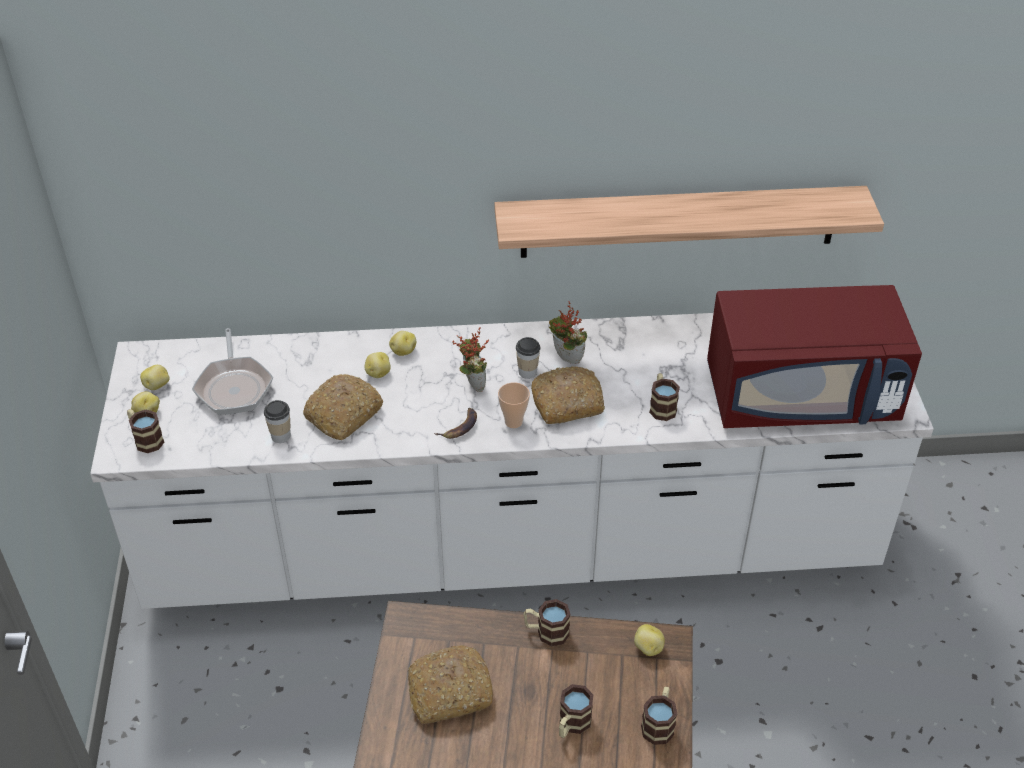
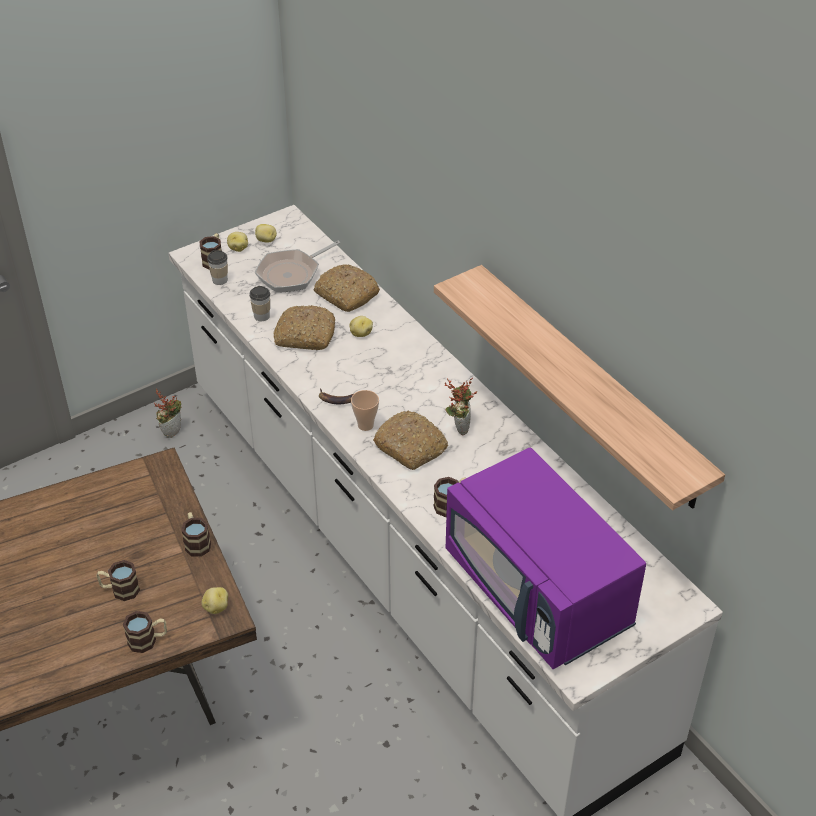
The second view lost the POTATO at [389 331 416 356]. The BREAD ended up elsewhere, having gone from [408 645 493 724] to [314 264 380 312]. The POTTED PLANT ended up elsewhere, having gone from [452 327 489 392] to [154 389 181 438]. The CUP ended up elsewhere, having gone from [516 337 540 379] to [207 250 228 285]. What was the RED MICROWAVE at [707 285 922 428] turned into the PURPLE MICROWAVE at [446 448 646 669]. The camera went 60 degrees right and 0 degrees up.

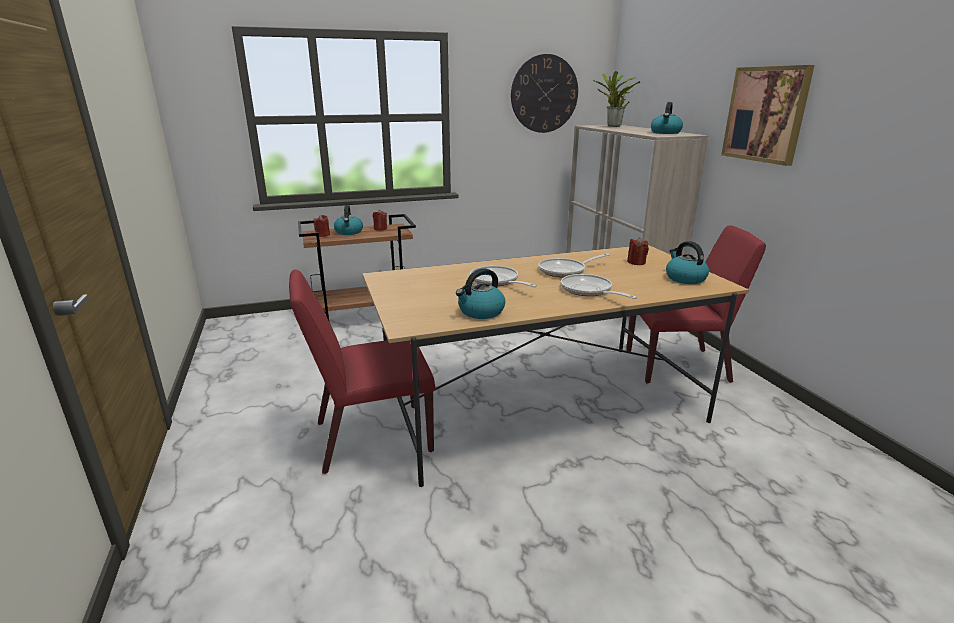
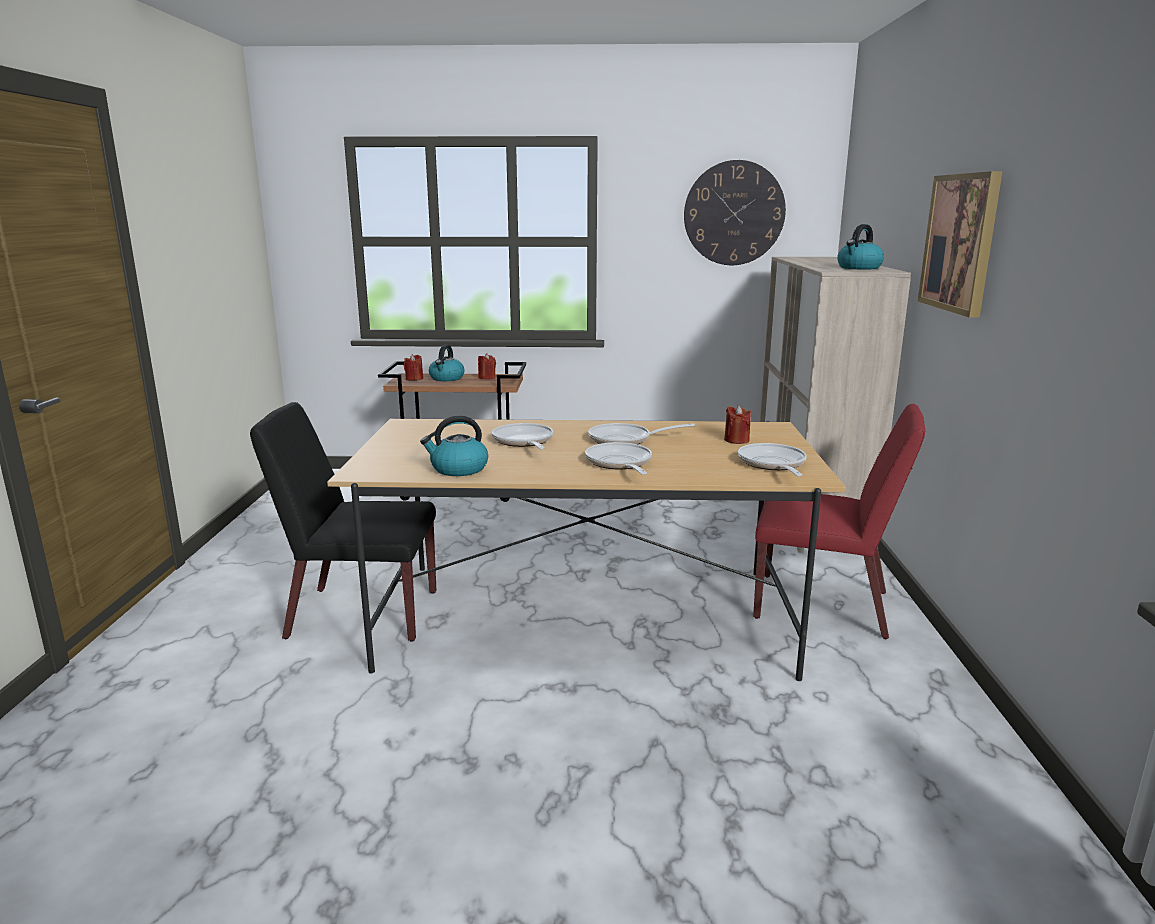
The second view lost the POTTED PLANT at [593 71 640 127]. Where the KETTLE stood at [666 241 709 284], the FRYING PAN came to stand at [738 443 807 476]. What was the RED CHAIR at [289 269 435 474] turned into the BLACK CHAIR at [250 402 436 642]. The camera went 20 degrees right and 5 degrees down.

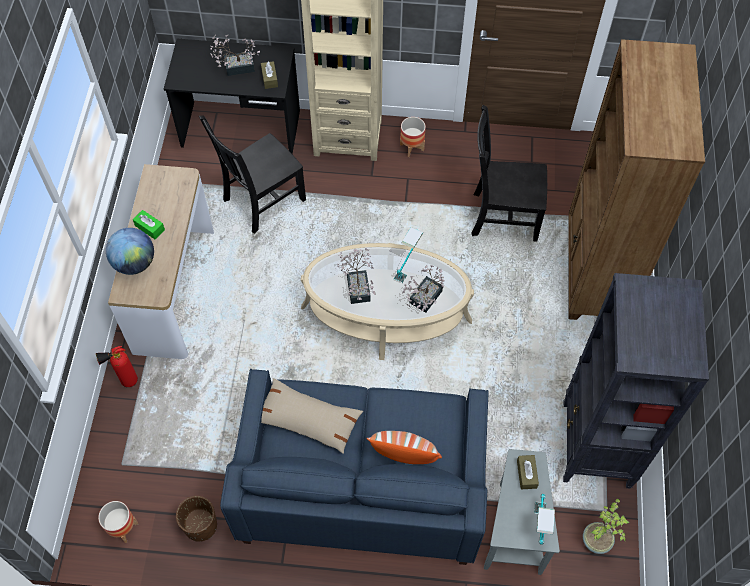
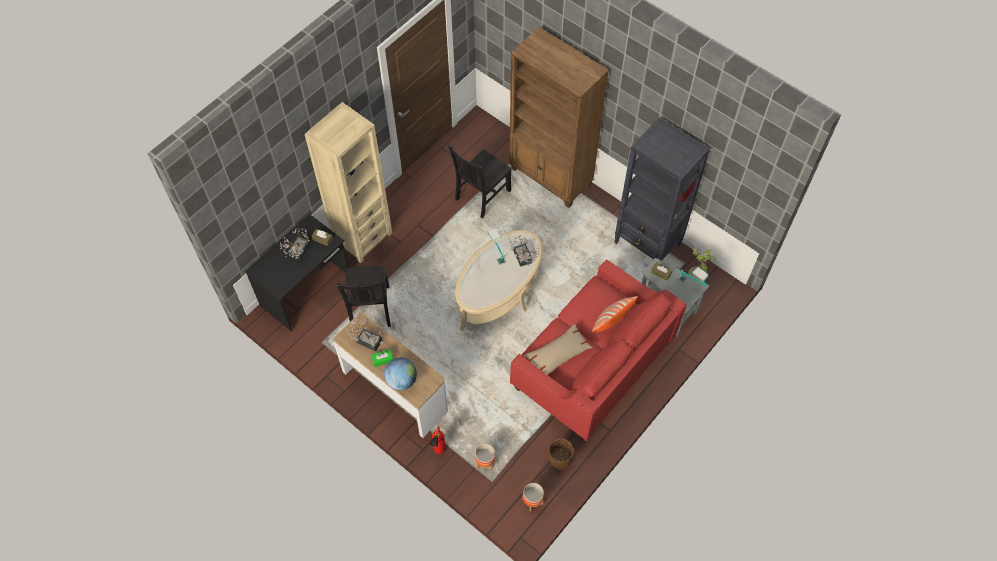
The POTTED PLANT ended up elsewhere, having gone from [337 248 375 304] to [347 315 385 352]. The PLANTER ended up elsewhere, having gone from [400 117 426 157] to [475 444 495 470]. What was the BLUE SOFA at [220 369 489 565] turned into the RED SOFA at [510 260 687 443]. The camera went 55 degrees left and 0 degrees up.

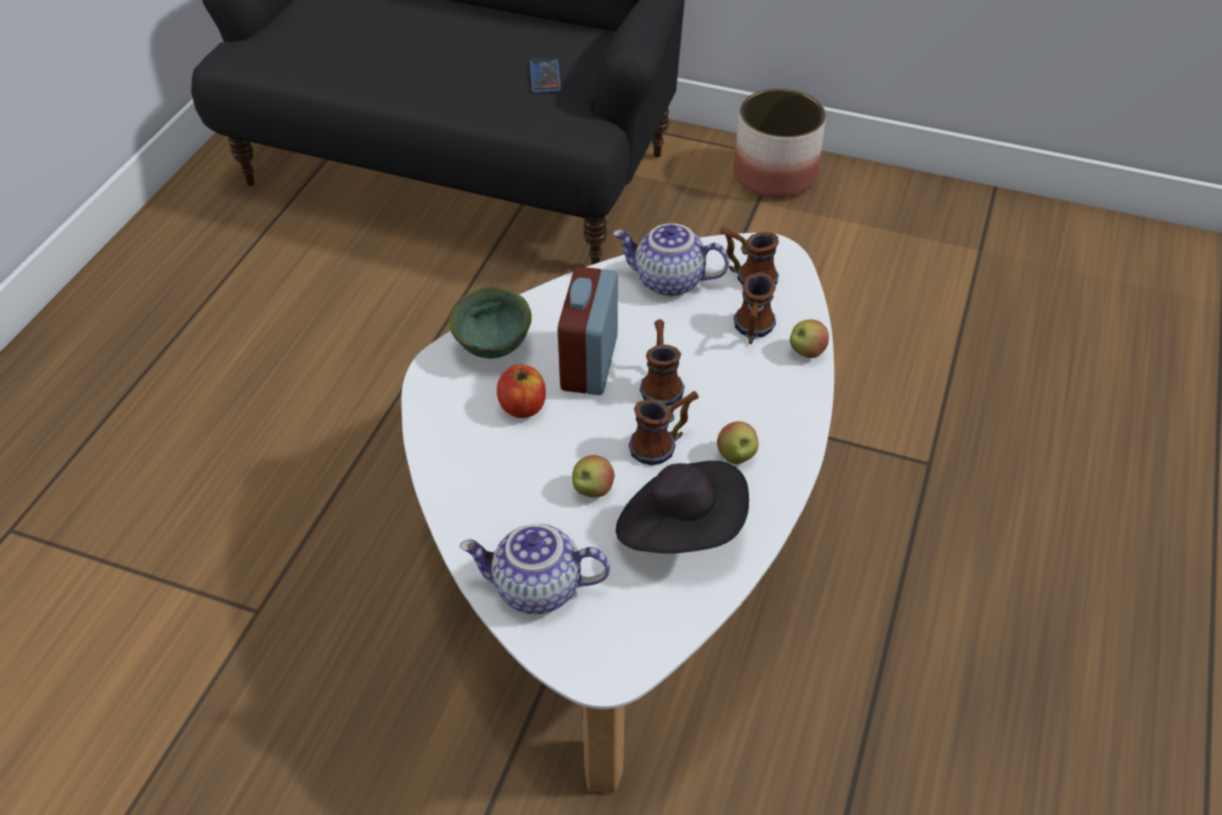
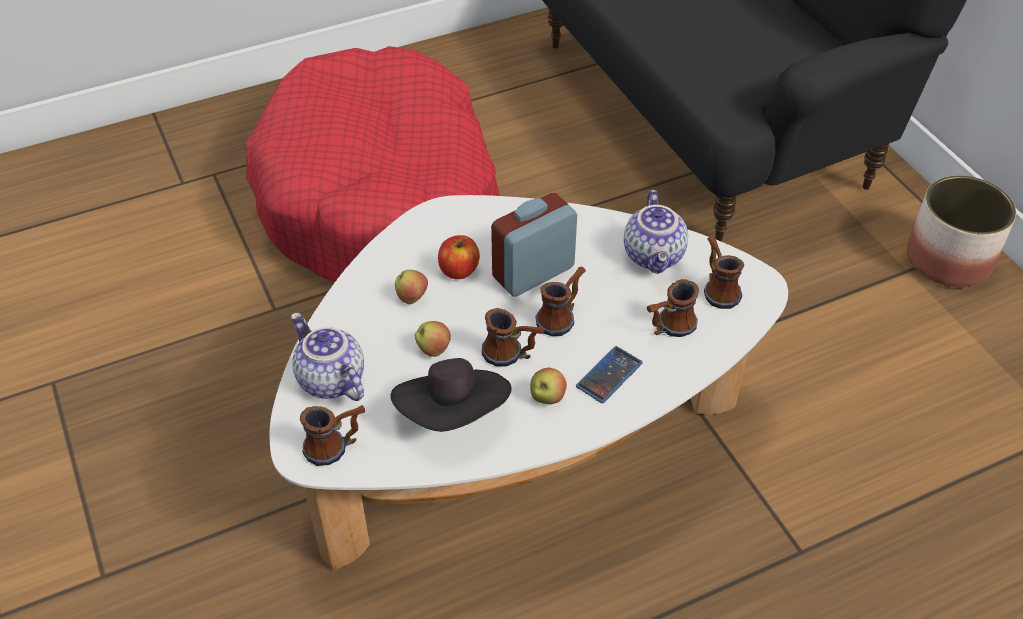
The second view lost the GREEN BOWL at [449 287 532 359]. The second view gained the RED DOG BED at [246 46 500 282]. The second view gained the MUG at [300 405 365 466]. The PHONE ended up elsewhere, having gone from [530 59 561 93] to [576 346 642 403]. The APPLE ended up elsewhere, having gone from [790 320 829 358] to [395 270 428 304]. The TEAPOT at [613 223 729 297] ended up facing another way, 150 degrees counterclockwise from before. The camera went 45 degrees right and 0 degrees up.

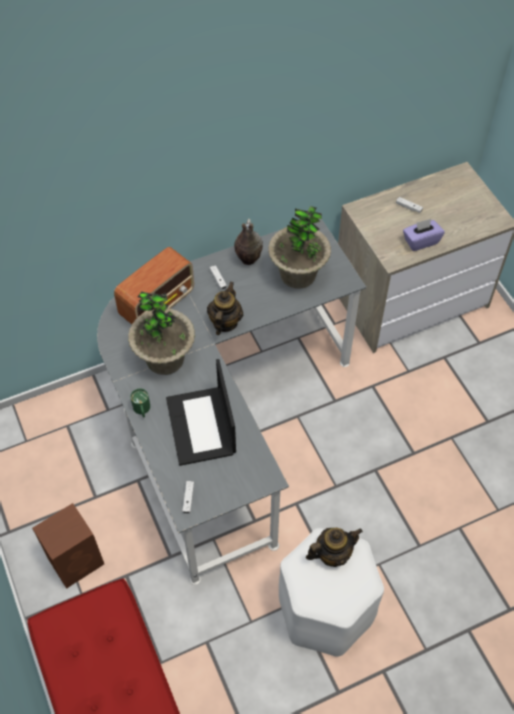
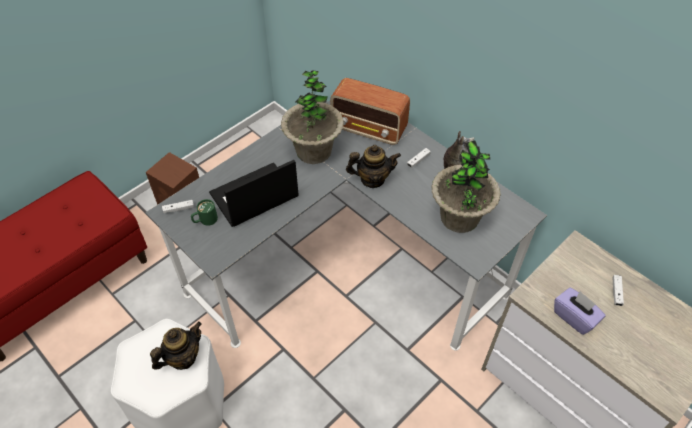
The GREEN MUG ended up elsewhere, having gone from [130 389 150 418] to [191 199 218 226]. The TEAPOT at [306 528 363 567] ended up facing another way, 90 degrees counterclockwise from before. The camera went 70 degrees right and 5 degrees down.

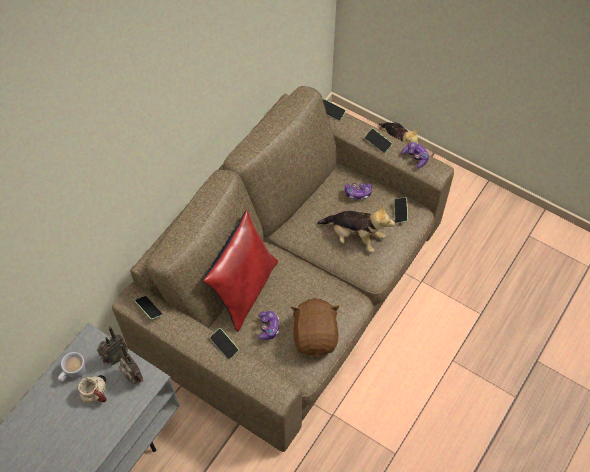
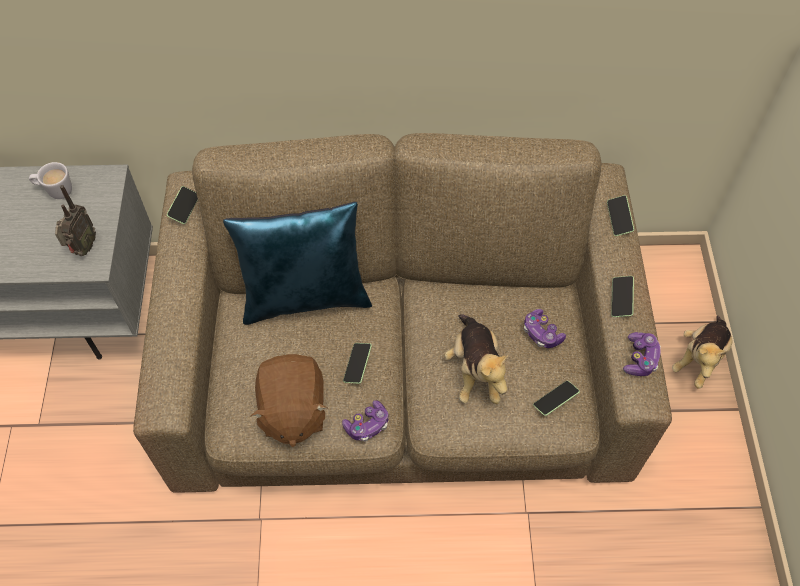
The second view lost the MUG at [78 375 107 404]. The second view lost the RADIO at [97 326 128 366]. The PHONE ended up elsewhere, having gone from [210 328 239 360] to [343 343 372 384]. The GAME CONTROLLER ended up elsewhere, having gone from [258 311 279 340] to [342 400 388 442]. What was the RED PILLOW at [203 210 278 332] turned into the BLUE PILLOW at [223 202 372 325]. The BROWN PLUSH TOY at [291 298 340 357] ended up facing another way, 120 degrees clockwise from before. The camera went 55 degrees right and 0 degrees up.

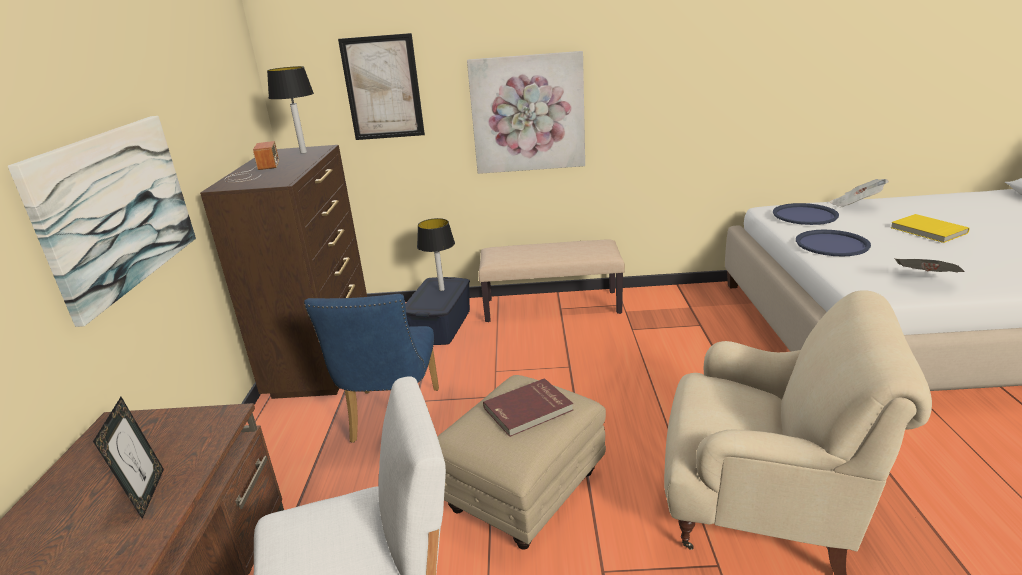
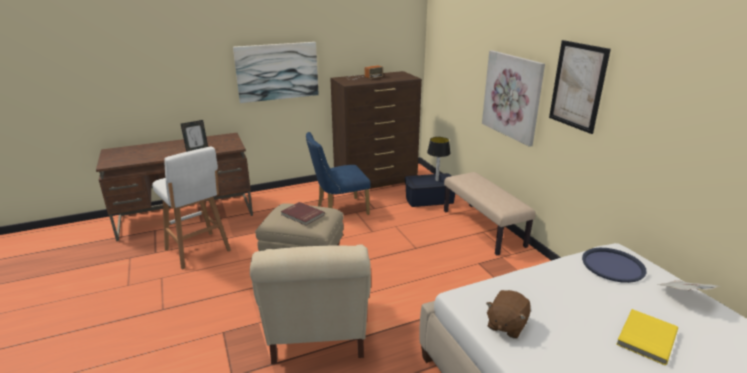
The second view lost the TABLE LAMP at [267 66 314 154]. The second view lost the BLUE TRAY at [796 230 871 256]. The PICTURE ended up elsewhere, having gone from [338 33 425 140] to [549 40 611 134]. Where the NEWSPAPER stood at [895 259 965 273], the BROWN PLUSH TOY came to stand at [486 290 531 339]. The camera went 65 degrees right and 0 degrees up.

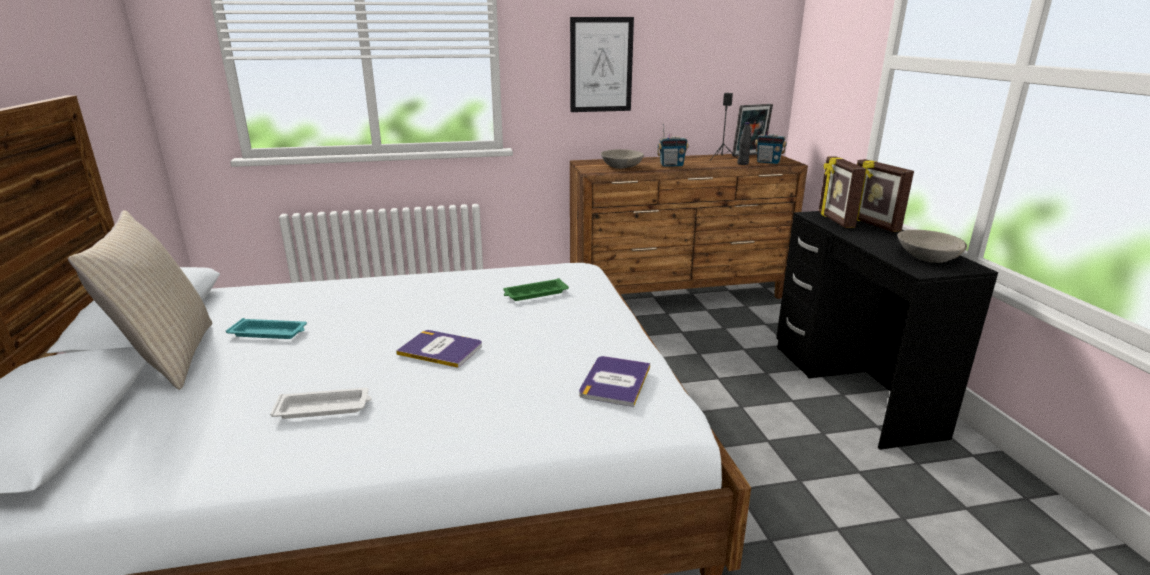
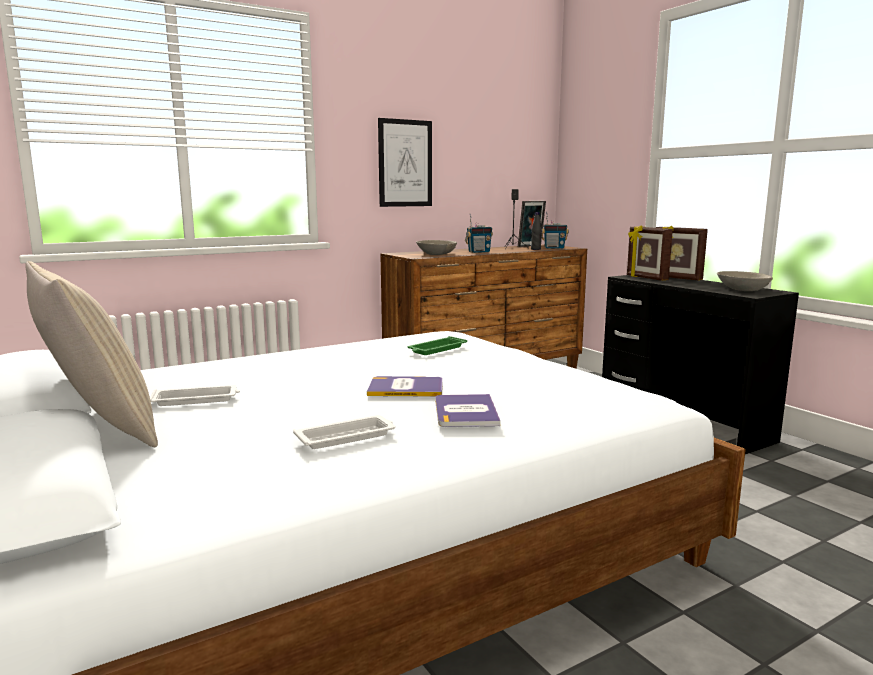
The BOOK ended up elsewhere, having gone from [579 356 650 407] to [435 394 500 427]. What was the TURQUOISE TRAY at [226 318 307 339] turned into the WHITE TRAY at [150 385 240 406]. The camera went 20 degrees left and 10 degrees down.

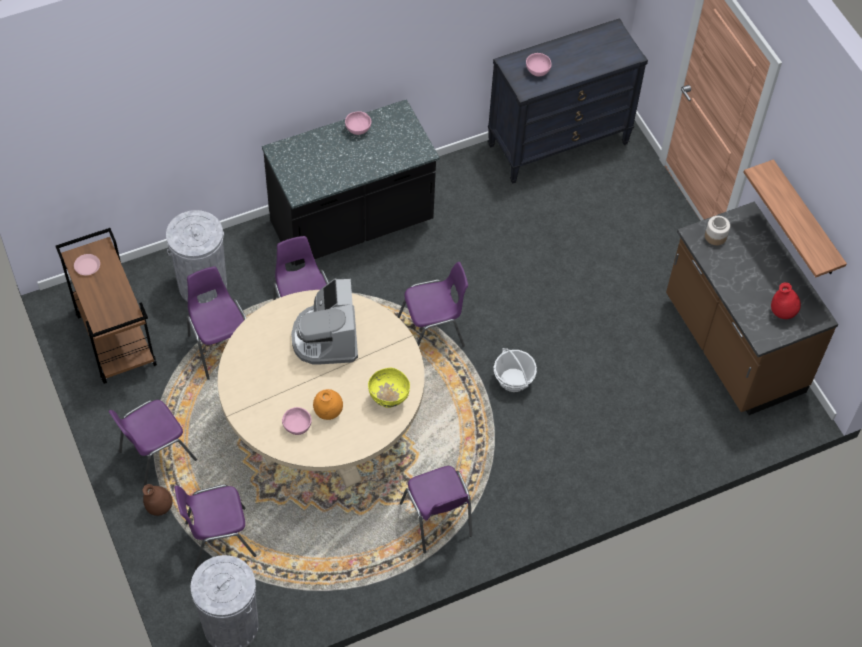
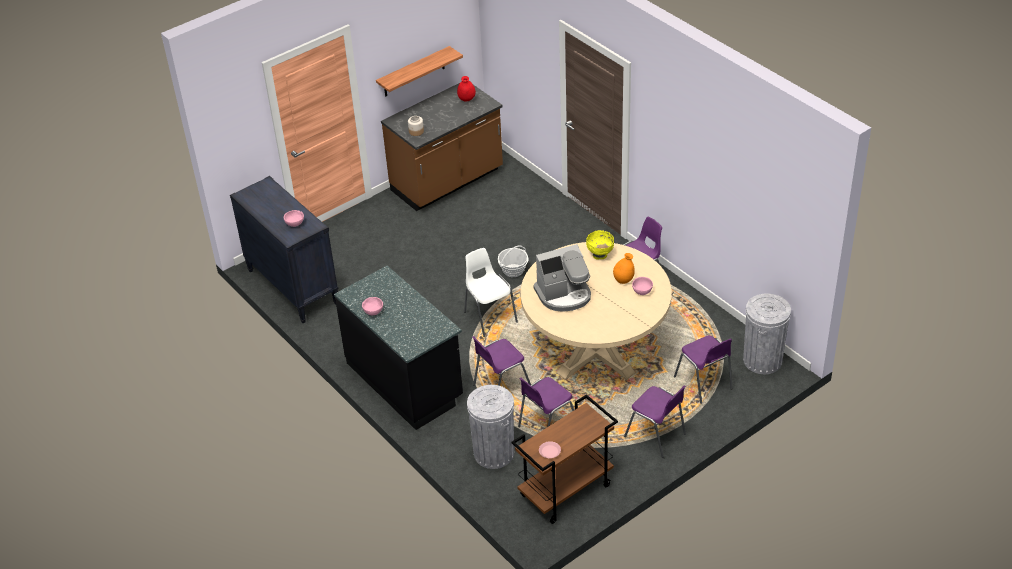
The second view lost the BROWN VASE at [143 484 173 516]. What was the PURPLE CHAIR at [397 262 468 347] turned into the WHITE CHAIR at [464 248 518 337]. The camera went 100 degrees left and 15 degrees down.

